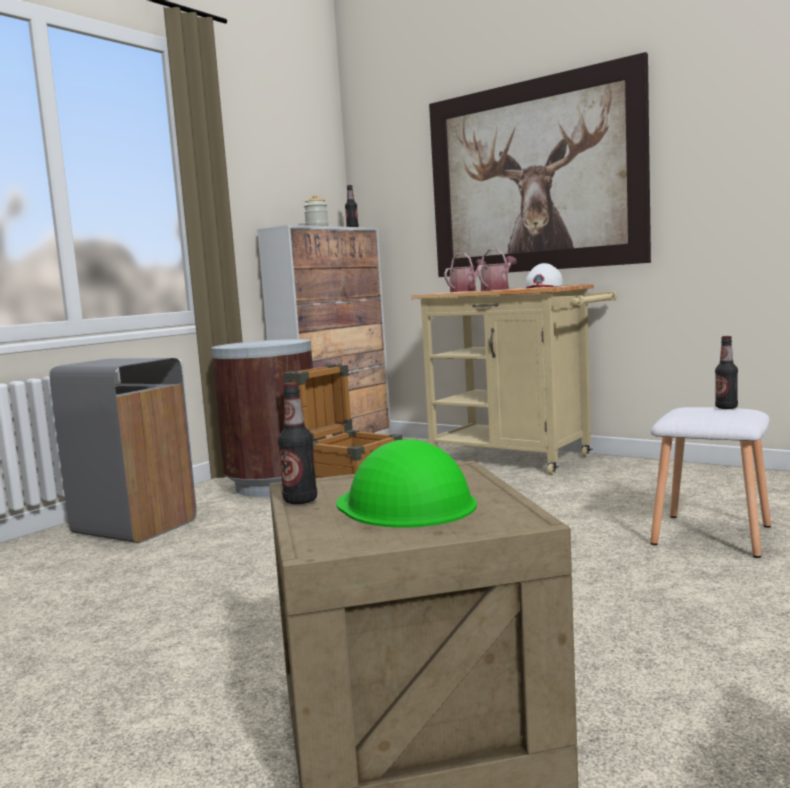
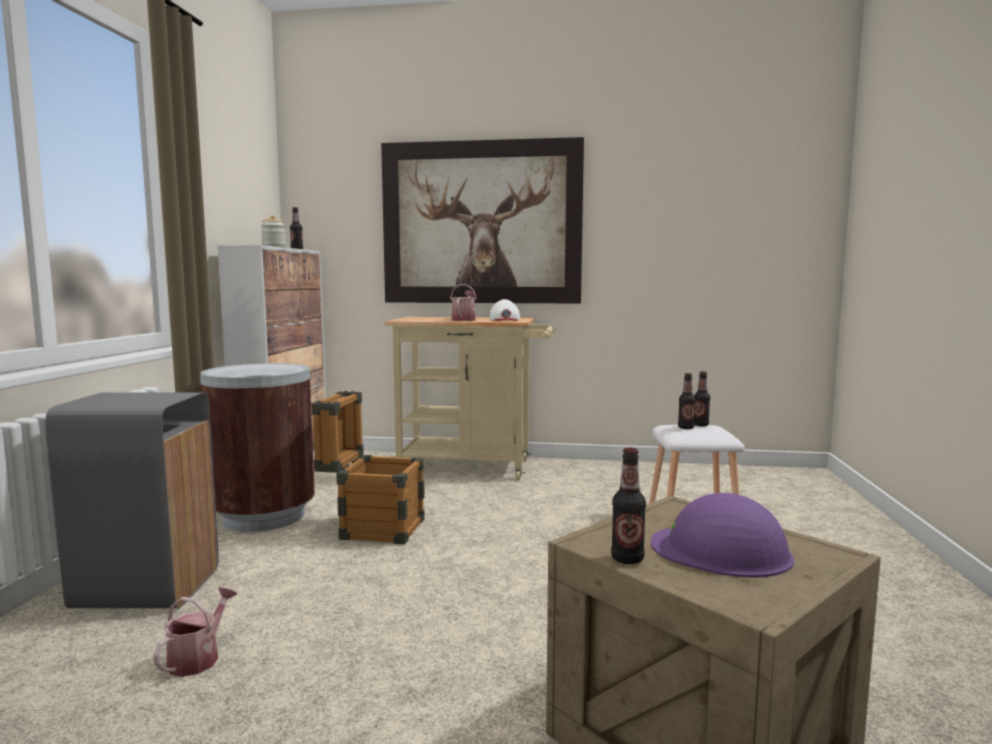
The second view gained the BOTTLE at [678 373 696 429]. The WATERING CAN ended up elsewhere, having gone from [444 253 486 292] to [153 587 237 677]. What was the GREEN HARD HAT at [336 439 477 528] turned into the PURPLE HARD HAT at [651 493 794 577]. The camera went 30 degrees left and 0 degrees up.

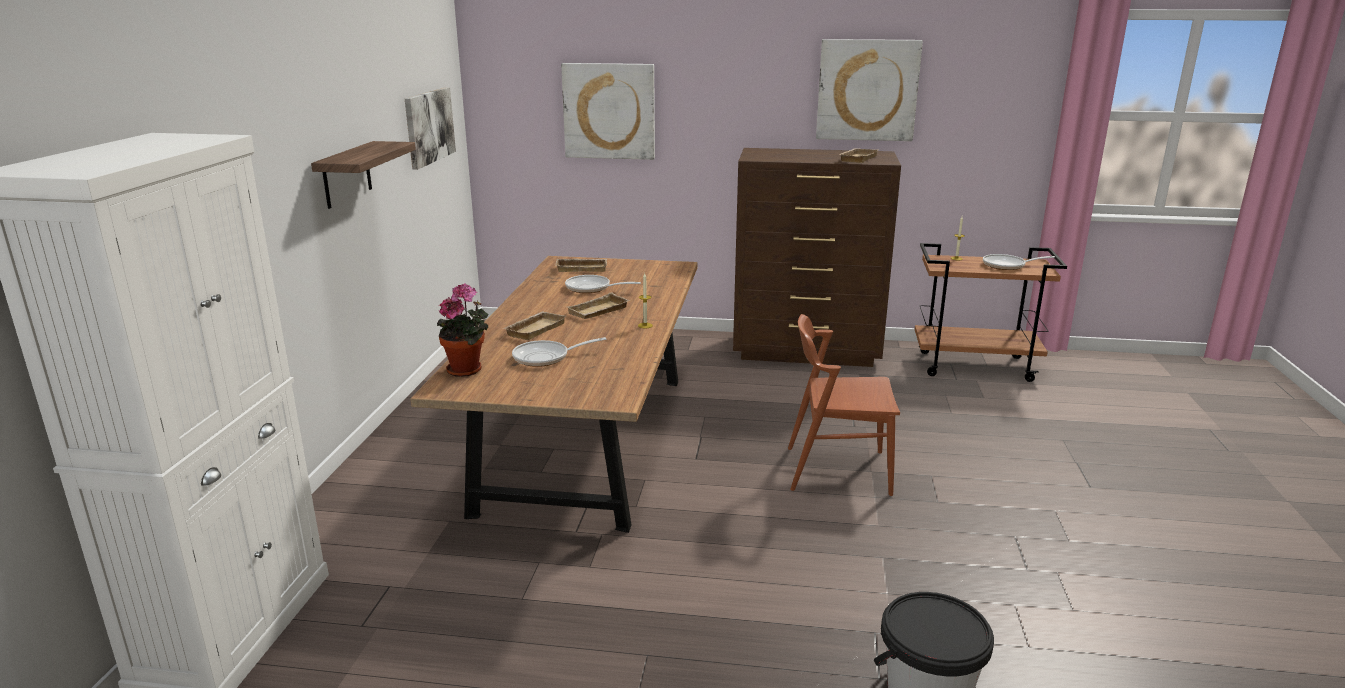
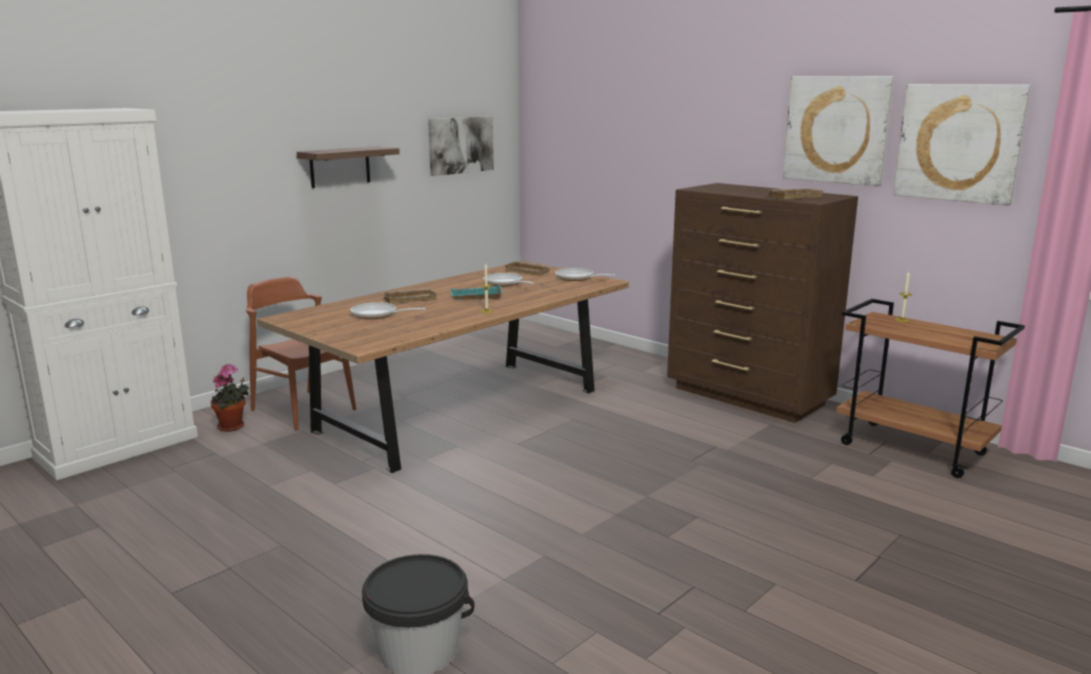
The POTTED PLANT ended up elsewhere, having gone from [437 283 488 377] to [211 364 249 432]. The PICTURE ended up elsewhere, having gone from [561 63 655 160] to [893 84 1031 206]. The BROWN CHAIR ended up elsewhere, having gone from [788 314 900 496] to [246 277 356 431]. The FRYING PAN ended up elsewhere, having gone from [983 254 1055 270] to [555 268 616 281]. What was the BEIGE TRAY at [567 292 630 319] turned into the TURQUOISE TRAY at [451 286 503 300]. The camera went 35 degrees right and 5 degrees down.

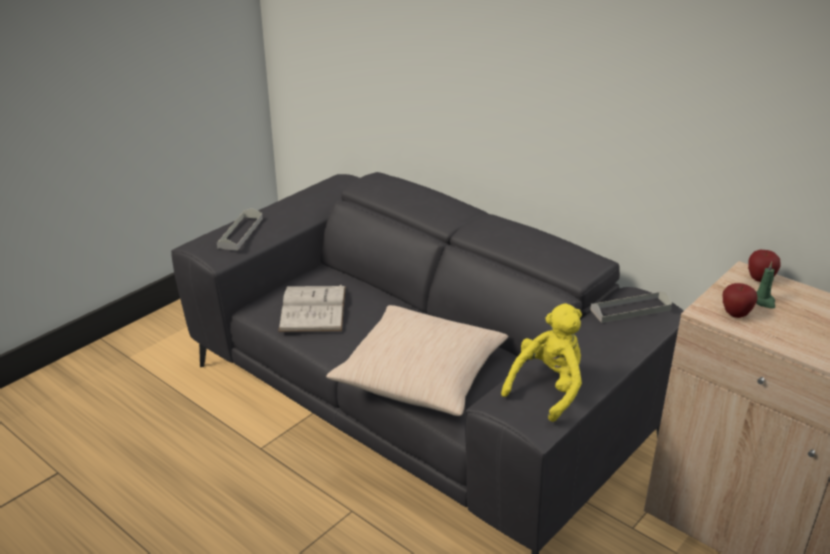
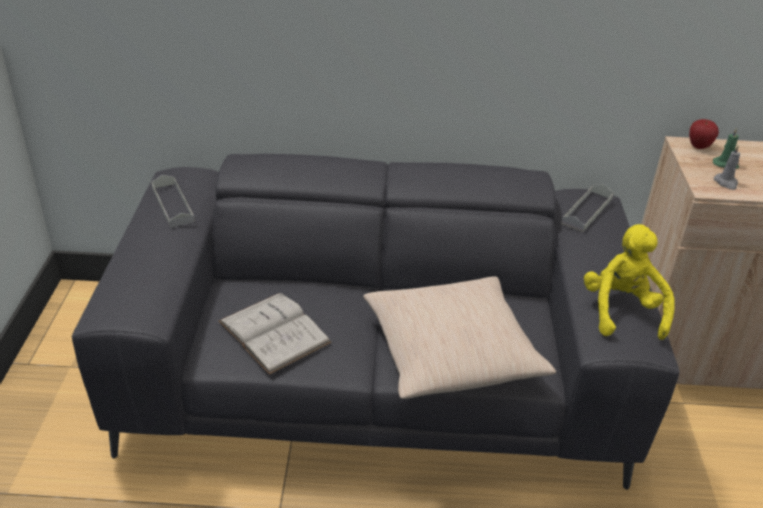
The GREY TRAY ended up elsewhere, having gone from [217 208 263 251] to [151 175 195 228]. Where the APPLE stood at [723 283 757 318], the GREY CANDLE came to stand at [714 145 740 190]. The camera went 40 degrees left and 5 degrees up.

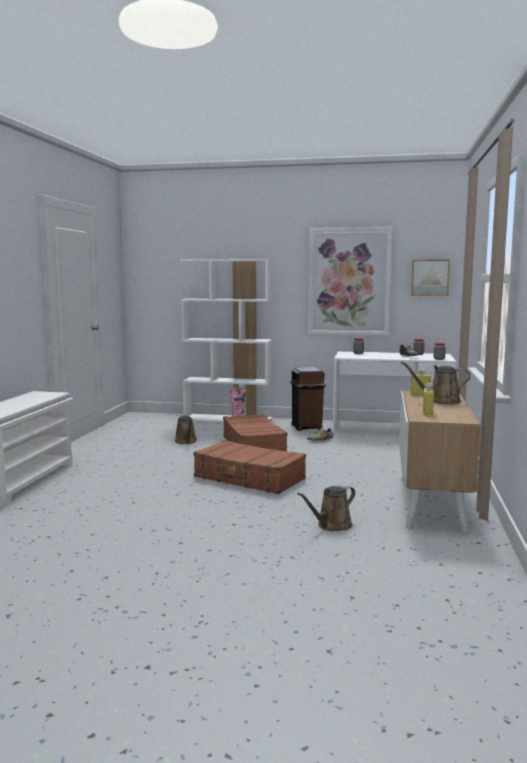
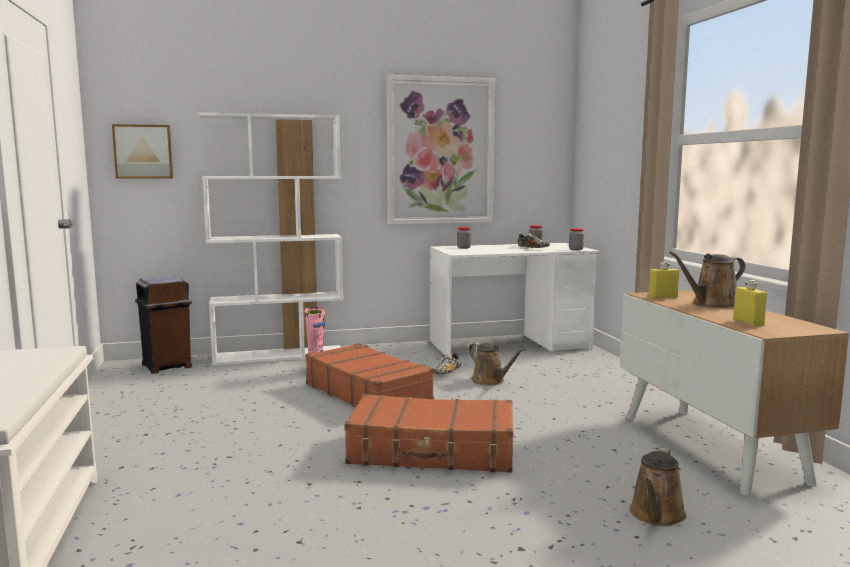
The BROWN WATERING CAN ended up elsewhere, having gone from [175 415 197 444] to [468 343 525 386]. The BROWN TRASH CAN ended up elsewhere, having gone from [290 367 326 431] to [135 276 192 374]. The PICTURE ended up elsewhere, having gone from [411 259 450 296] to [112 124 173 179]. The camera went 25 degrees left and 0 degrees up.

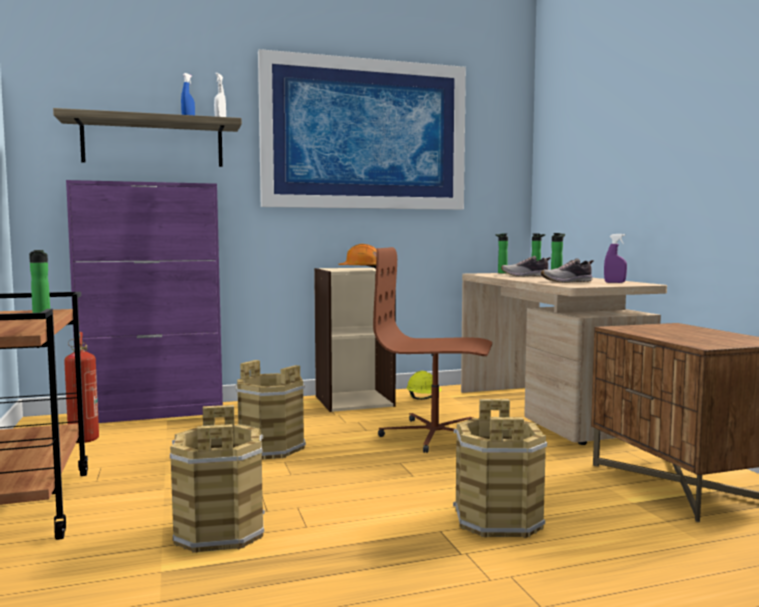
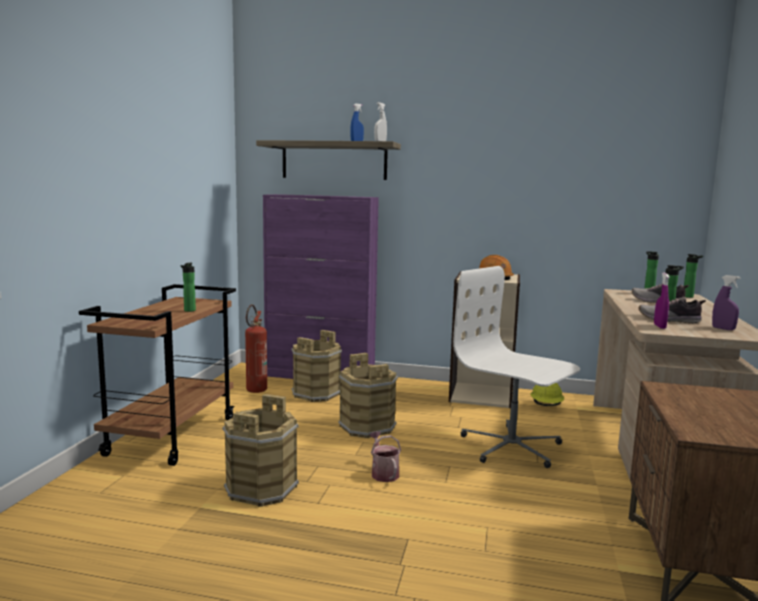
The second view lost the PICTURE at [258 49 466 210]. The second view gained the WATERING CAN at [369 431 401 482]. The second view gained the PURPLE SPRAY BOTTLE at [654 272 670 329]. The BROWN BUCKET ended up elsewhere, having gone from [453 399 547 538] to [291 330 342 402]. What was the BROWN OFFICE CHAIR at [373 247 492 453] turned into the WHITE OFFICE CHAIR at [453 266 580 468]. The camera went 30 degrees right and 5 degrees up.

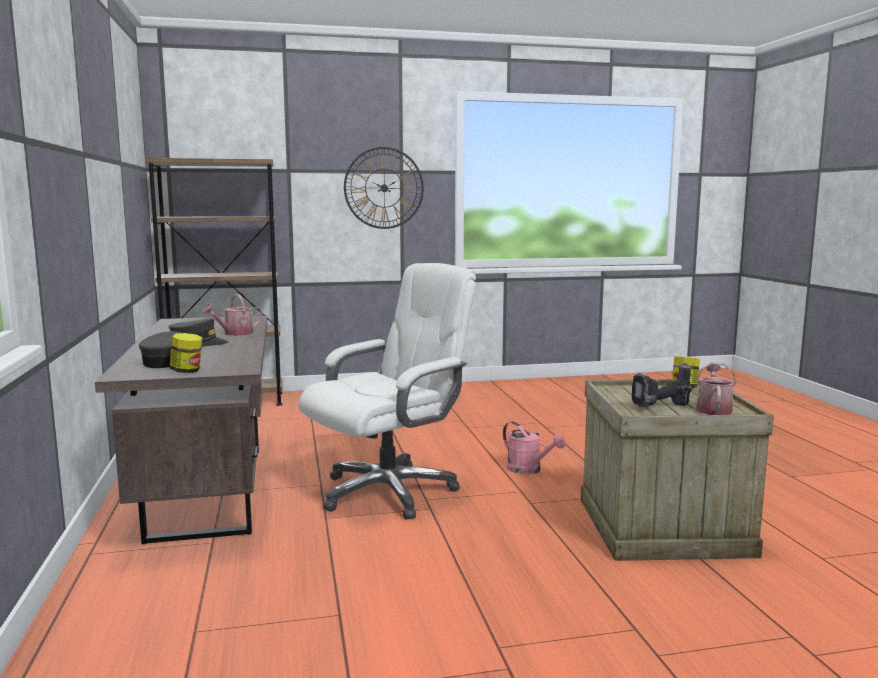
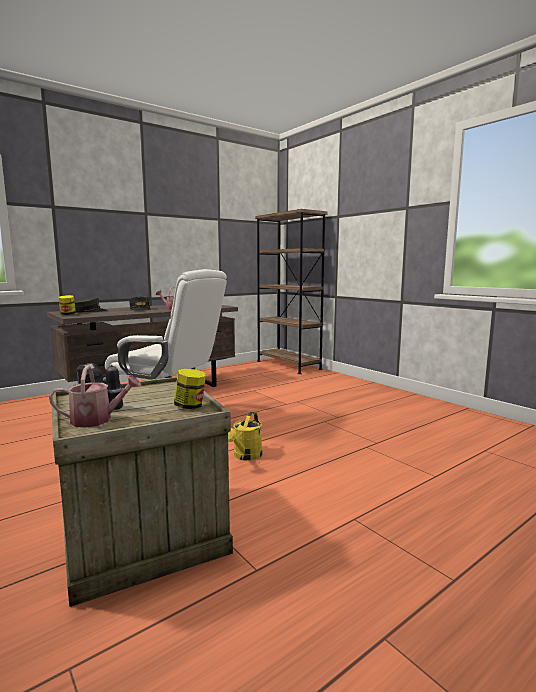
The second view lost the WALL CLOCK at [344 147 424 229]. What was the PINK WATERING CAN at [503 421 566 474] turned into the YELLOW WATERING CAN at [228 411 262 460]. The camera went 65 degrees right and 0 degrees up.

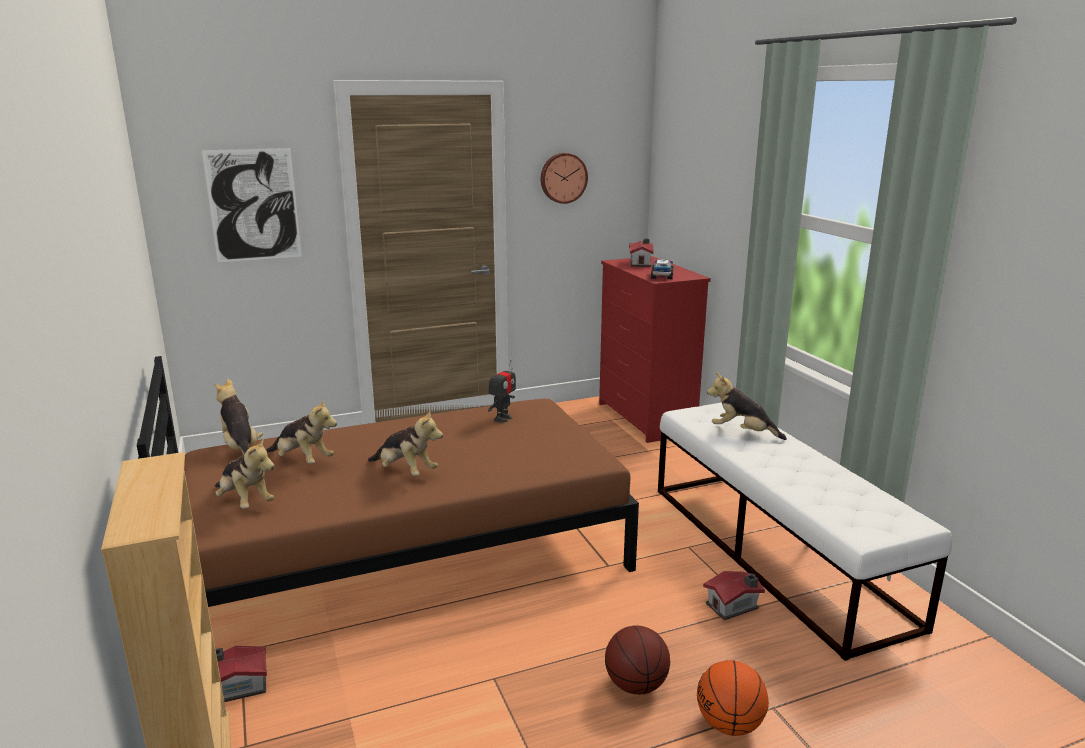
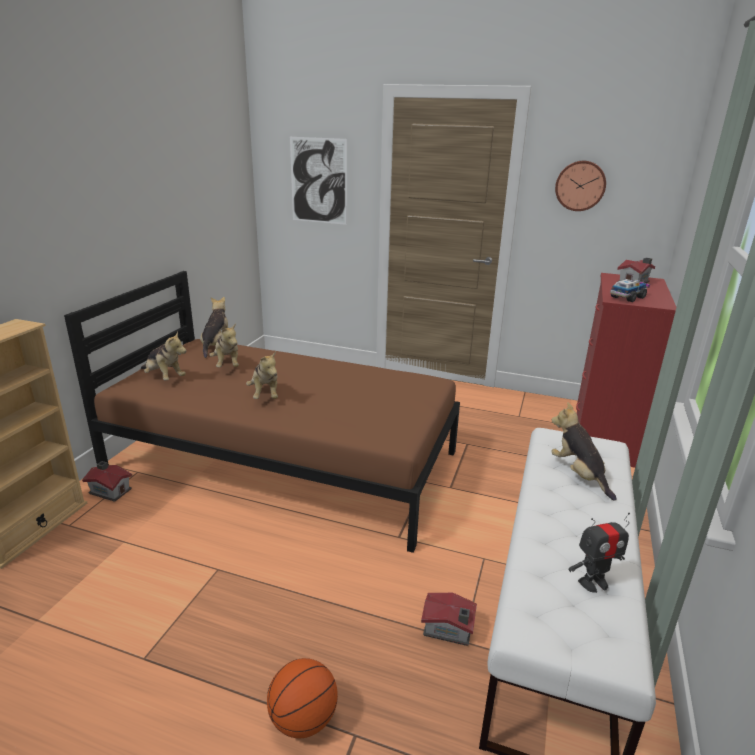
The second view lost the BASKETBALL at [605 625 670 695]. The TOY ROBOT ended up elsewhere, having gone from [488 360 516 423] to [569 513 630 593]. The PLUSH TOY at [215 436 275 509] ended up facing another way, 45 degrees counterclockwise from before. The camera went 40 degrees right and 5 degrees up.

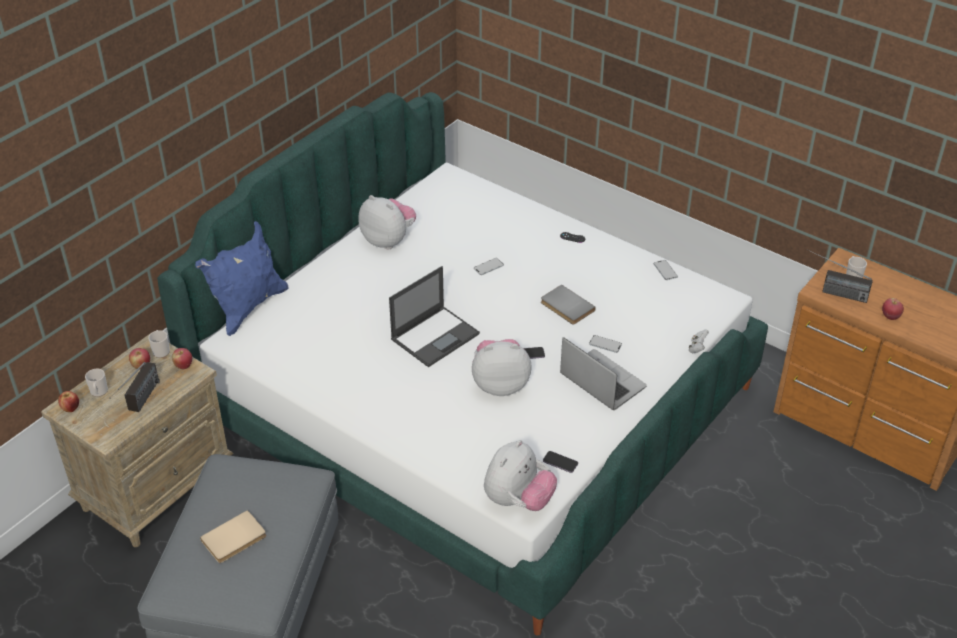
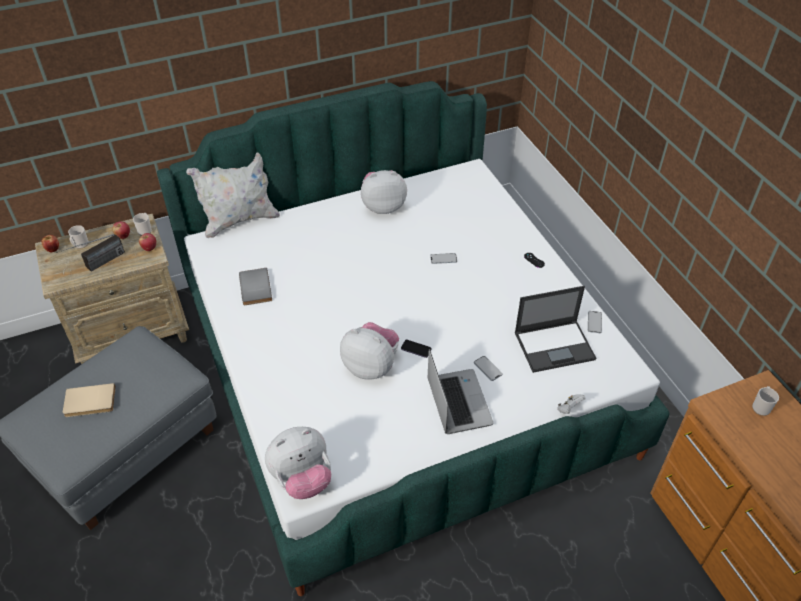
The second view lost the PHONE at [543 451 578 473]. The second view lost the RADIO at [807 249 873 303]. The second view lost the APPLE at [882 298 904 320]. The LAPTOP ended up elsewhere, having gone from [389 266 480 367] to [515 286 596 373]. The GREY BOOK ended up elsewhere, having gone from [541 285 596 325] to [239 268 272 305]. What was the BLUE PILLOW at [195 221 289 336] turned into the WHITE PILLOW at [186 153 280 238]. The PLUSH TOY at [359 195 416 250] ended up facing another way, 75 degrees counterclockwise from before. The camera went 30 degrees right and 5 degrees up.

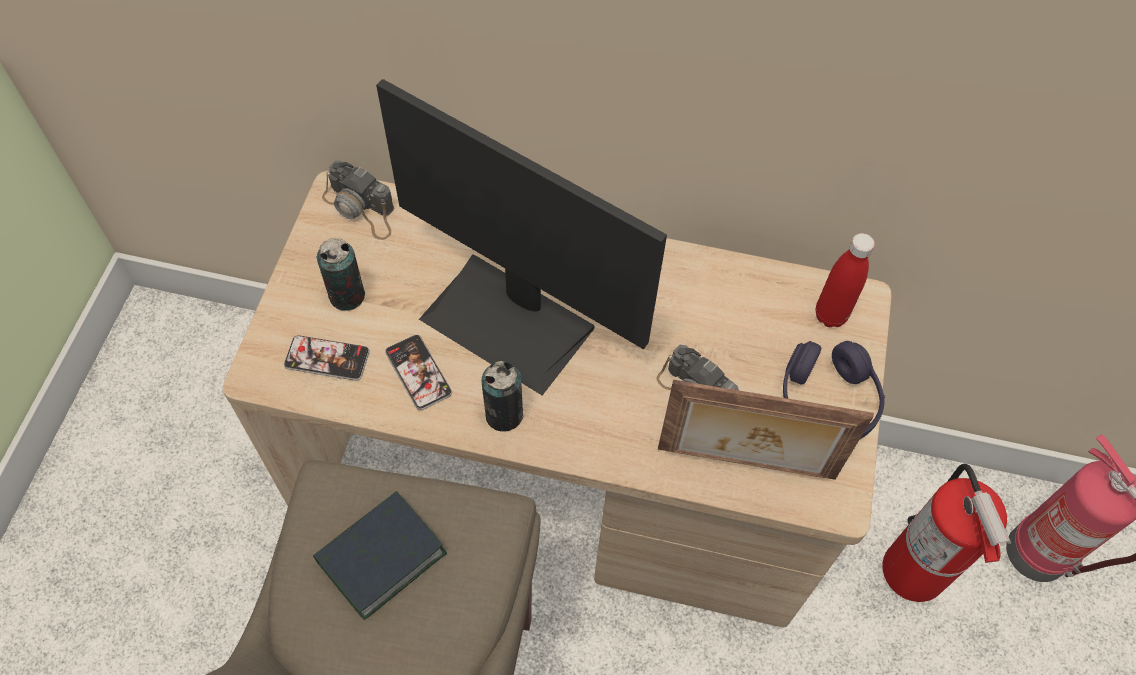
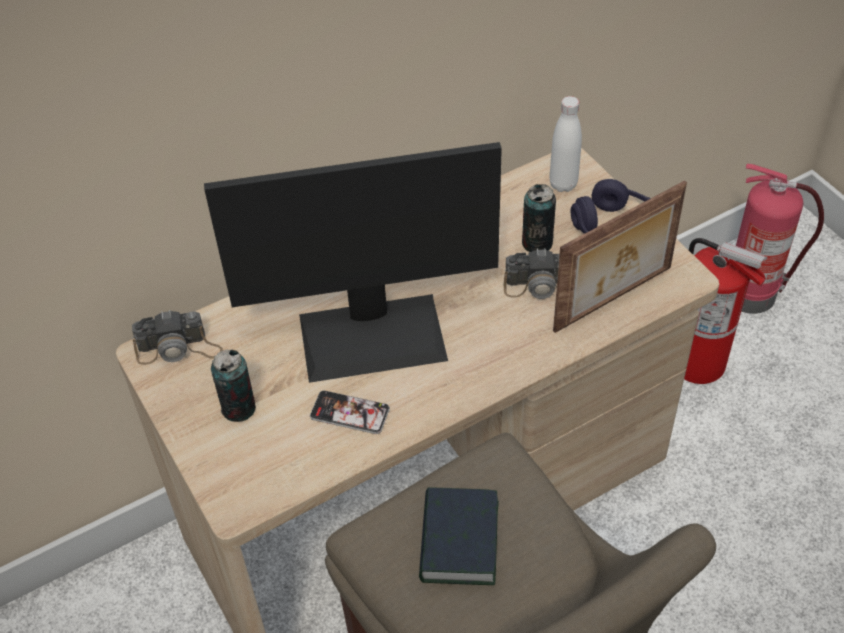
The second view lost the PHONE at [284 335 370 381]. The CAN ended up elsewhere, having gone from [482 361 524 432] to [522 184 556 252]. What was the RED BOTTLE at [815 233 875 327] turned into the WHITE BOTTLE at [549 96 582 192]. The camera went 40 degrees left and 10 degrees down.

